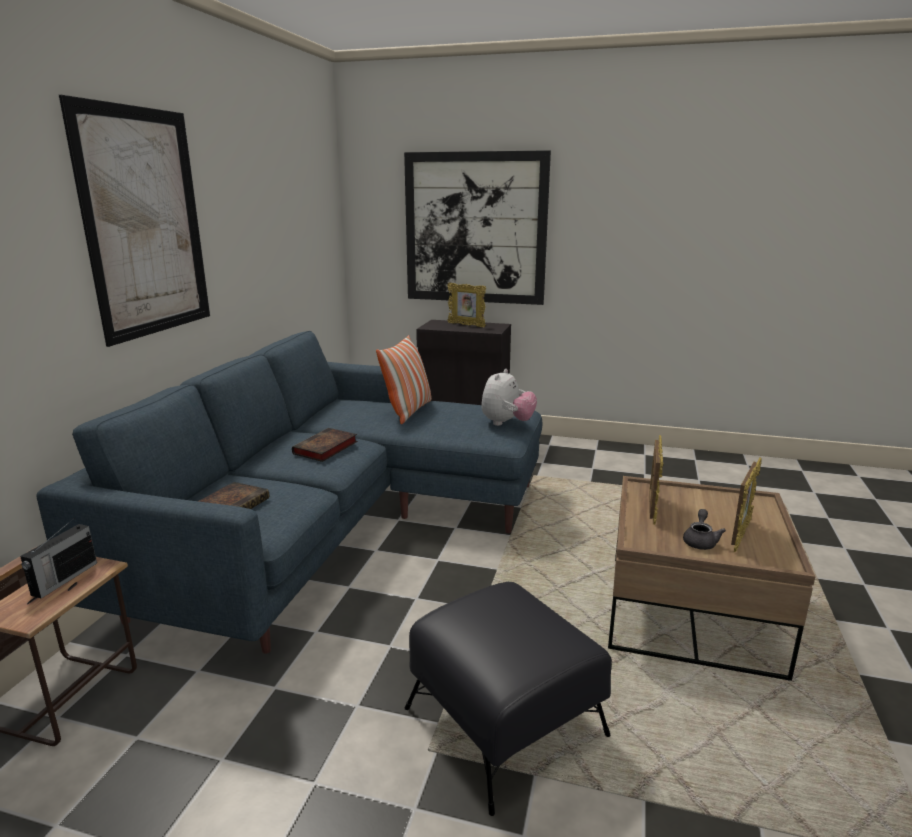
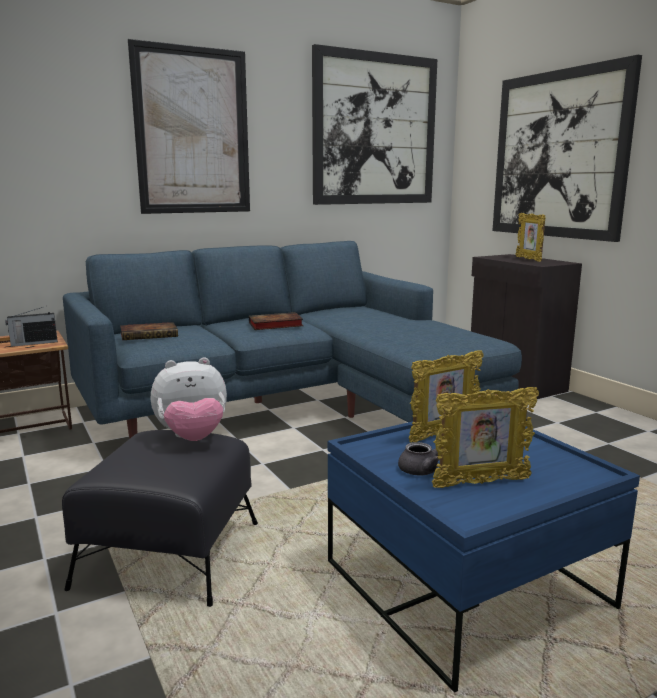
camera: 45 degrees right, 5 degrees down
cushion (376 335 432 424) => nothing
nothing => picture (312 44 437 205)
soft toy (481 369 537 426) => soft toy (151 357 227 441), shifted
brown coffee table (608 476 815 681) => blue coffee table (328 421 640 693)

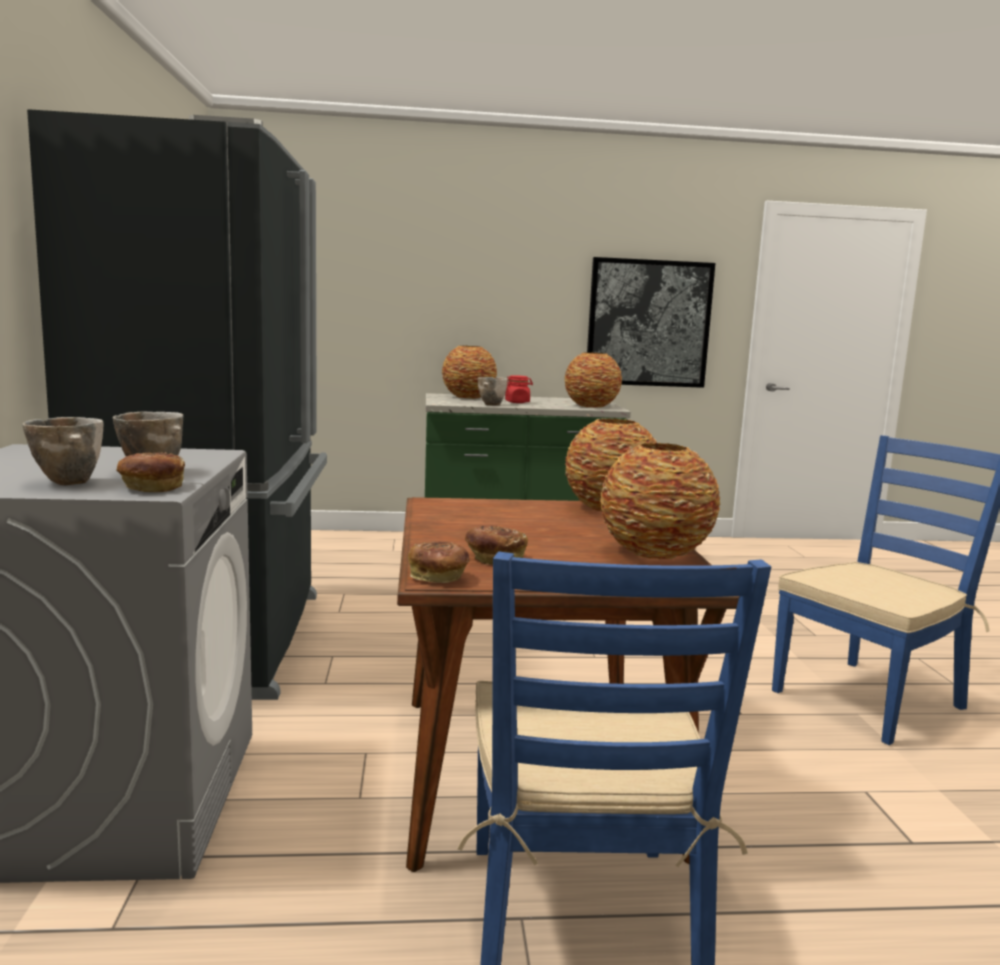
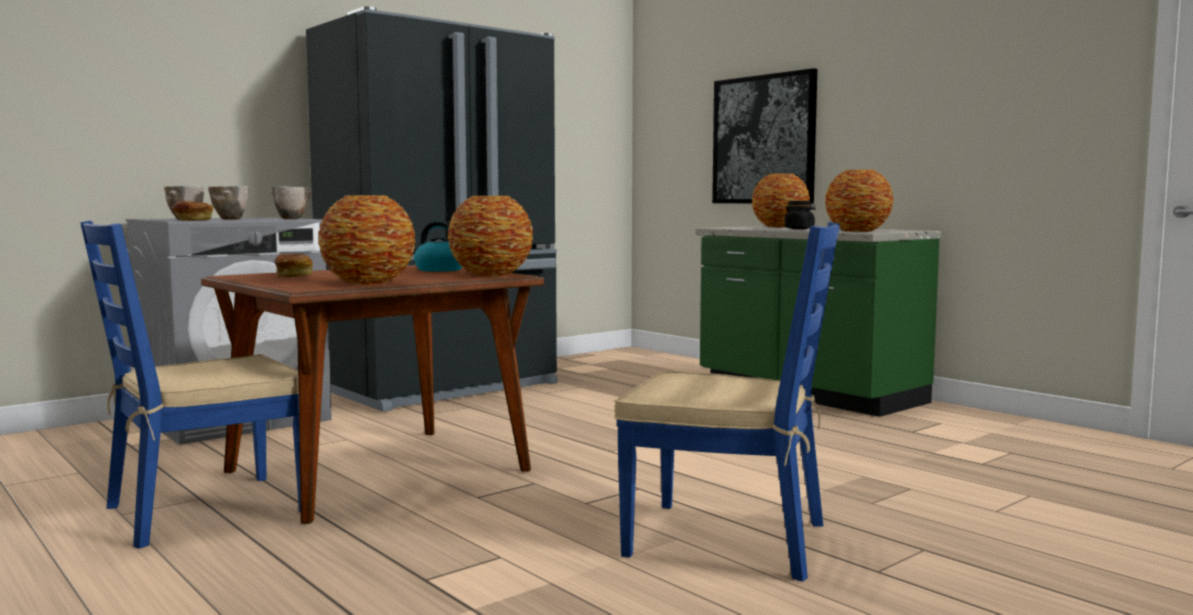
camera: 55 degrees right, 5 degrees down
baked bread (408 541 470 583) => nothing
nothing => water kettle (414 221 462 272)
bowl (477 377 508 406) => bowl (270 186 312 219), shifted
picture (587 257 715 388) => picture (712 68 817 204), shifted
reddish storage jar (505 375 533 403) => black-coloured storage jar (785 201 816 229)

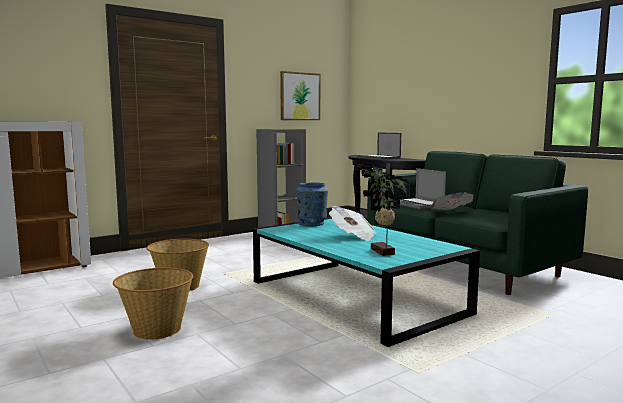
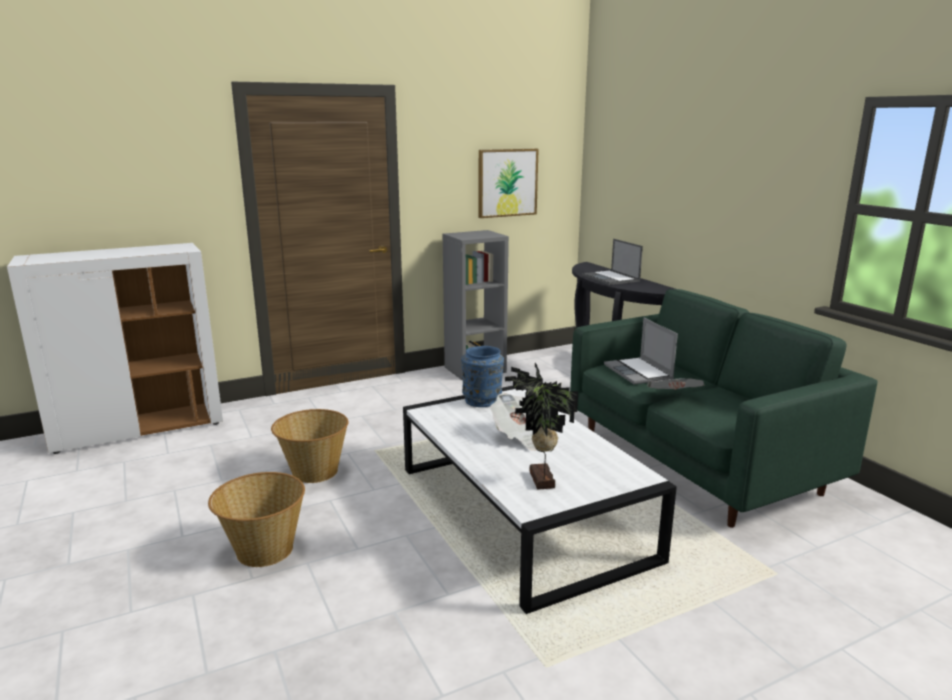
camera: 10 degrees right, 10 degrees up
turquoise-coloured coffee table (253 217 480 347) => white-coloured coffee table (403 386 677 614)

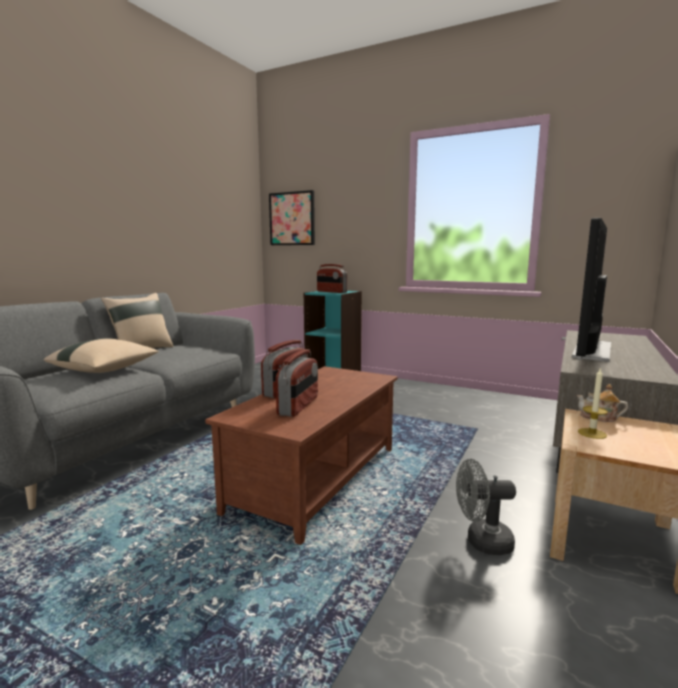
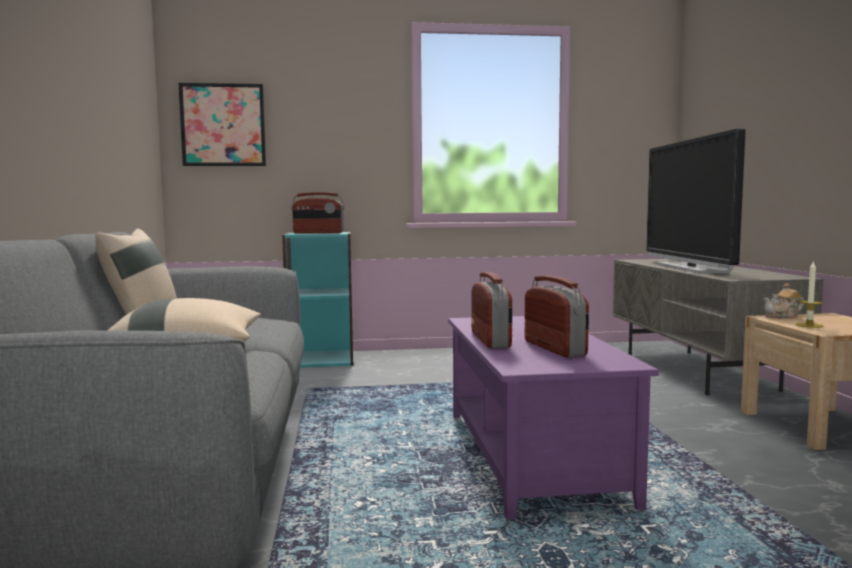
camera: 35 degrees left, 5 degrees down
gray fan (456 459 516 555) => nothing
brown coffee table (205 366 398 545) => purple coffee table (448 316 659 520)

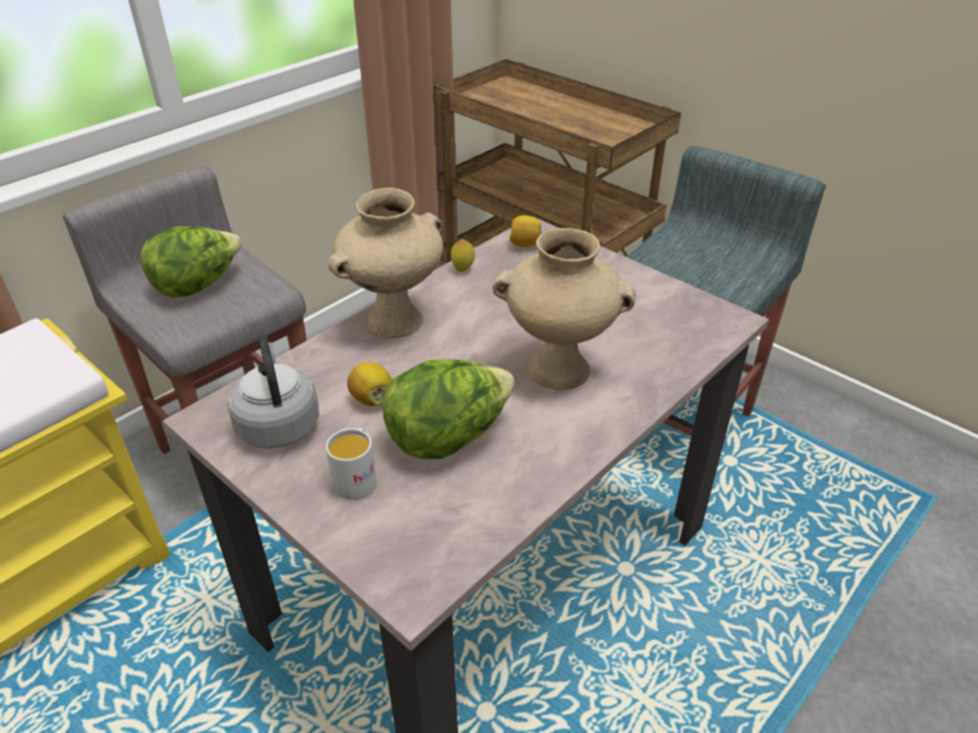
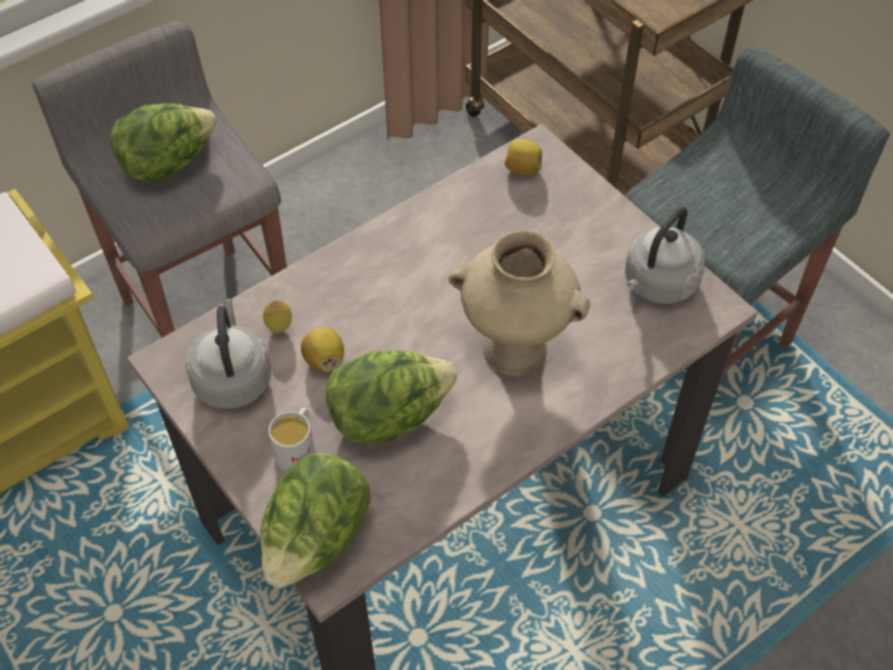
camera: 10 degrees right, 15 degrees up
beige-coloured vase (328 188 443 338) => nothing
nothing => lettuce head (260 453 371 588)
nothing => gray water kettle (625 206 705 304)
whole lemon (451 239 475 272) => whole lemon (263 300 292 333), shifted

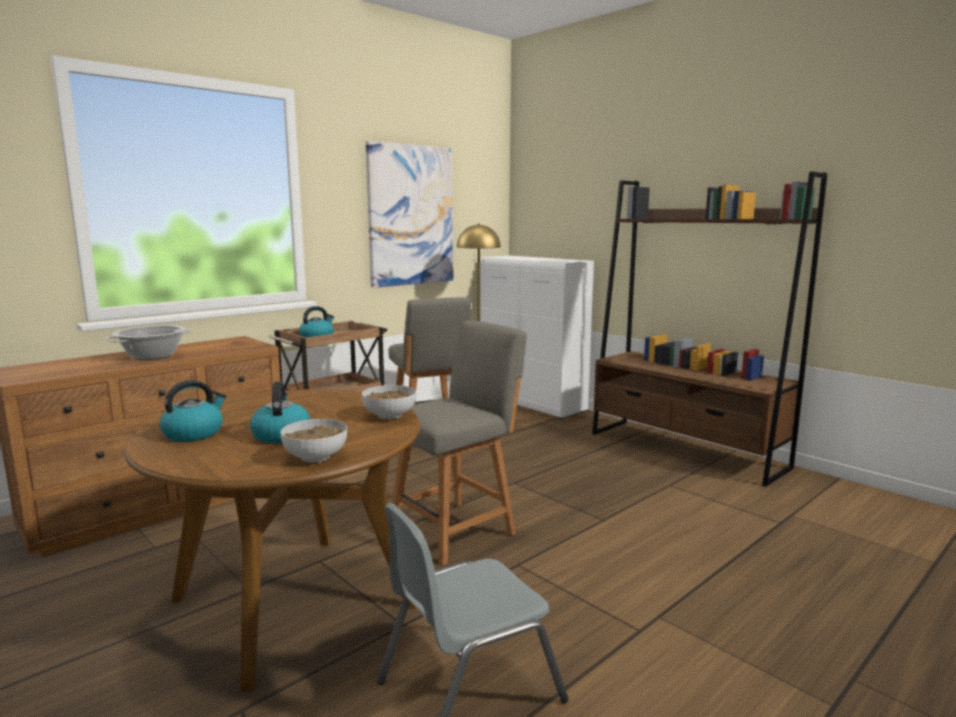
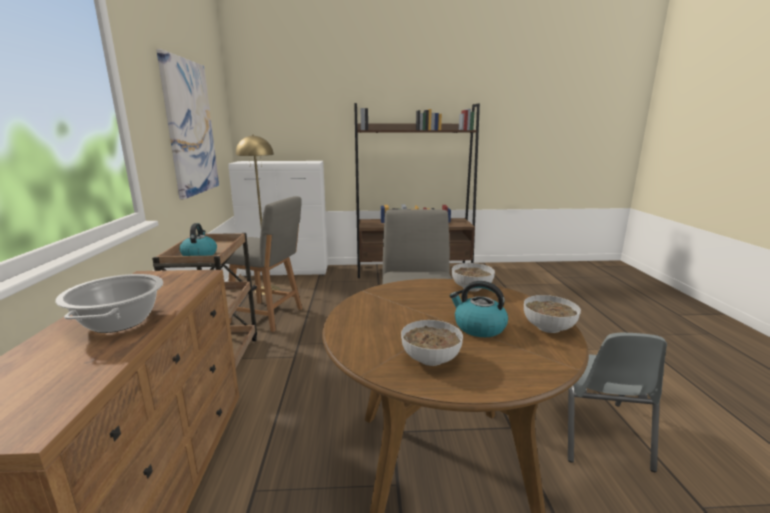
camera: 50 degrees left, 5 degrees up
water kettle (160 380 227 442) => bowl (401 320 463 366)

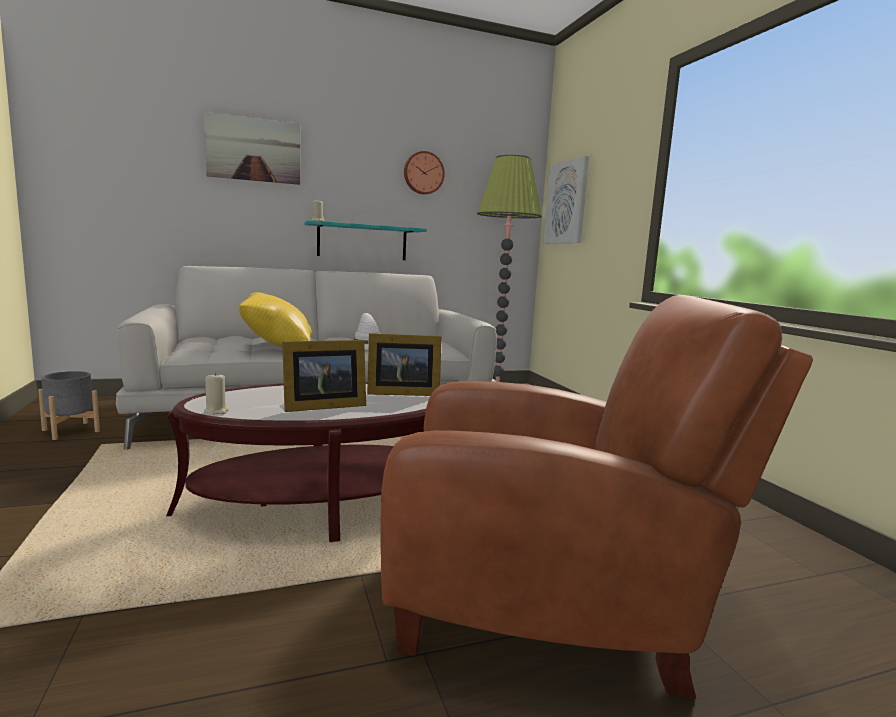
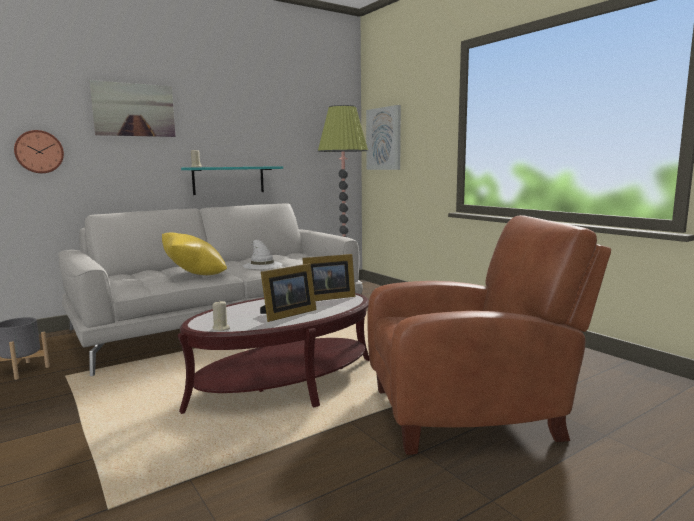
camera: 15 degrees left, 0 degrees up
wall clock (404 151 445 195) => wall clock (14 130 64 173), shifted

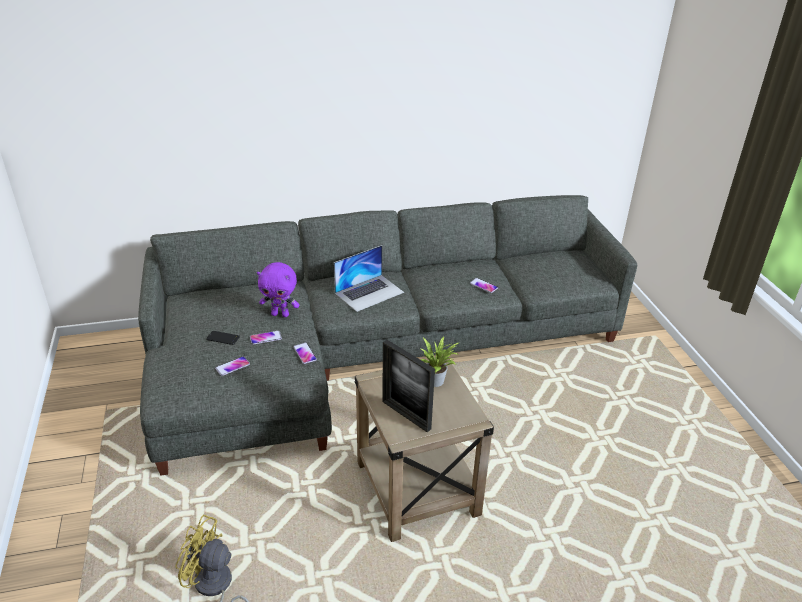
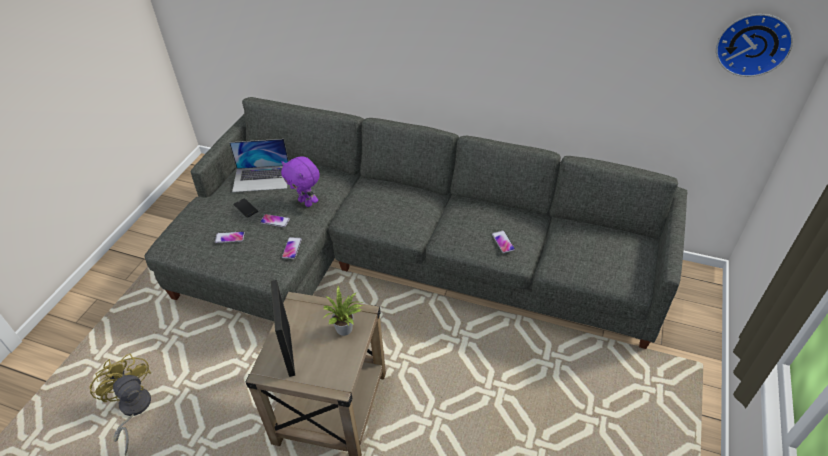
camera: 35 degrees right, 10 degrees up
nothing => wall clock (716 14 793 77)
notebook computer (334 245 404 312) => notebook computer (229 139 289 192), shifted

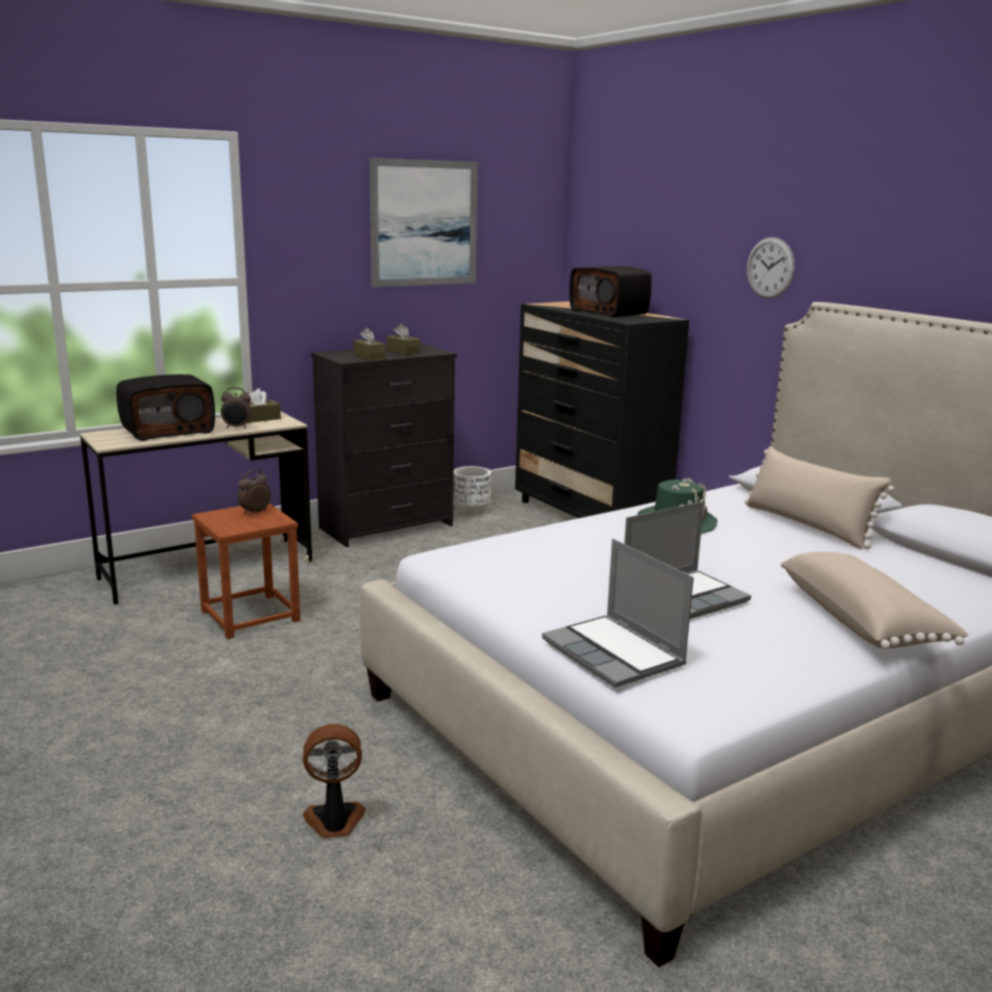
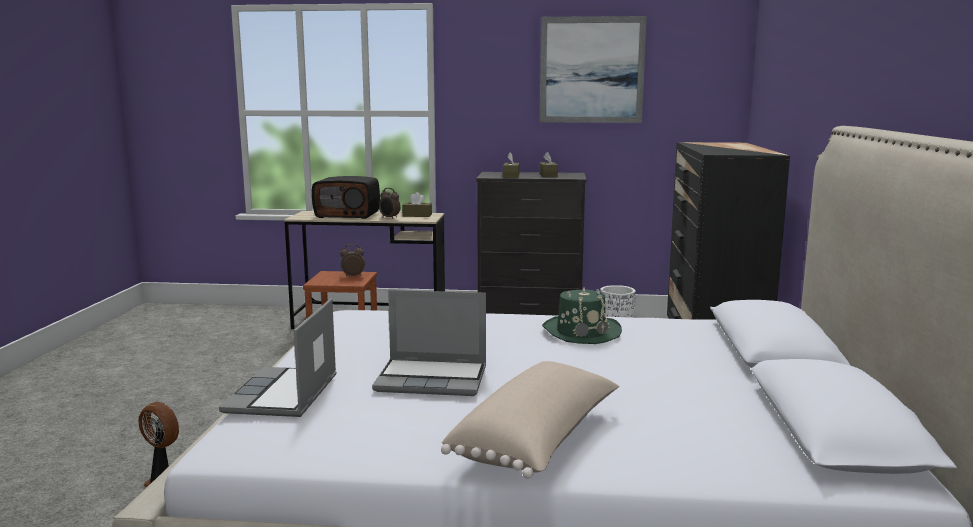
camera: 40 degrees right, 5 degrees down
radio receiver (569 266 652 317) => nothing
beige-coloured cushion (745 446 894 549) => nothing
wall clock (747 237 795 299) => nothing

